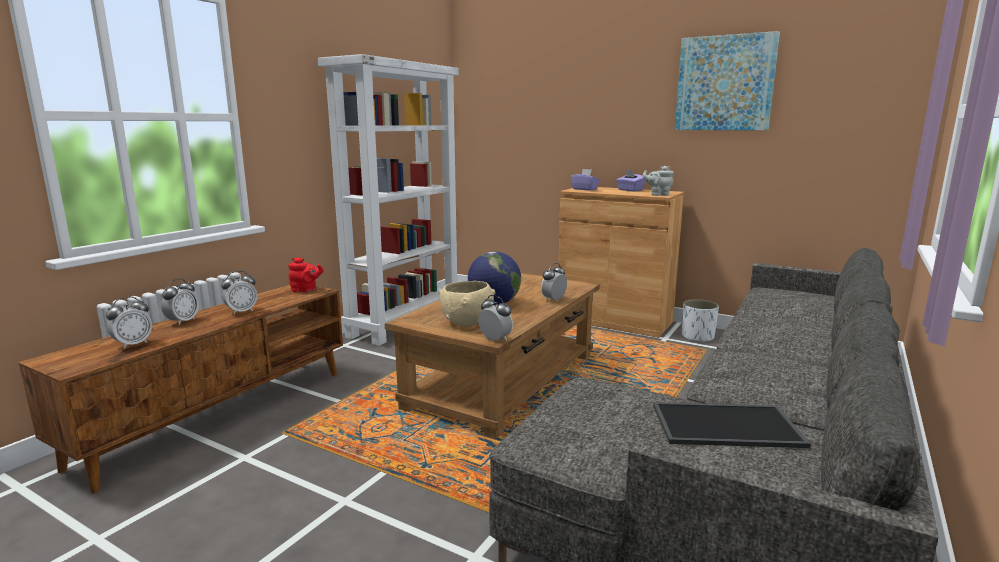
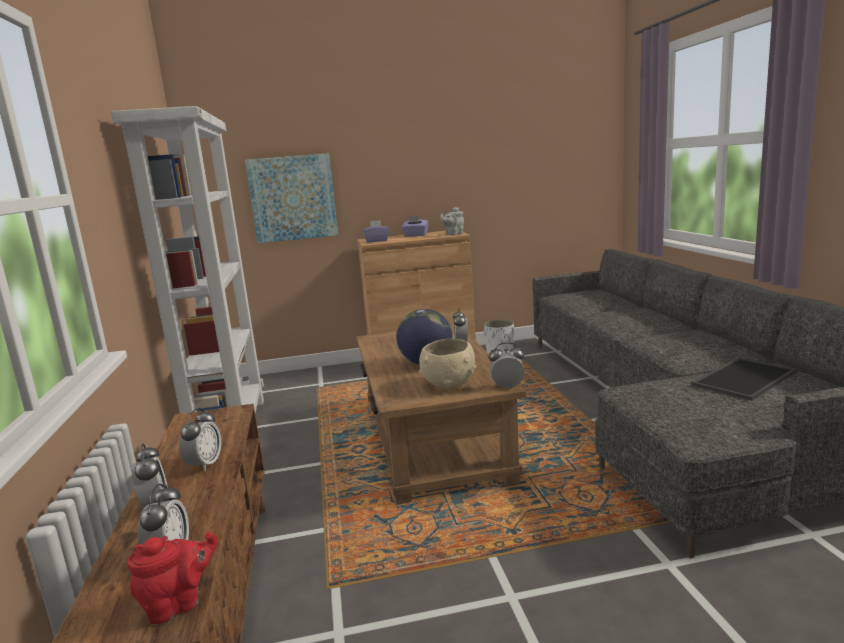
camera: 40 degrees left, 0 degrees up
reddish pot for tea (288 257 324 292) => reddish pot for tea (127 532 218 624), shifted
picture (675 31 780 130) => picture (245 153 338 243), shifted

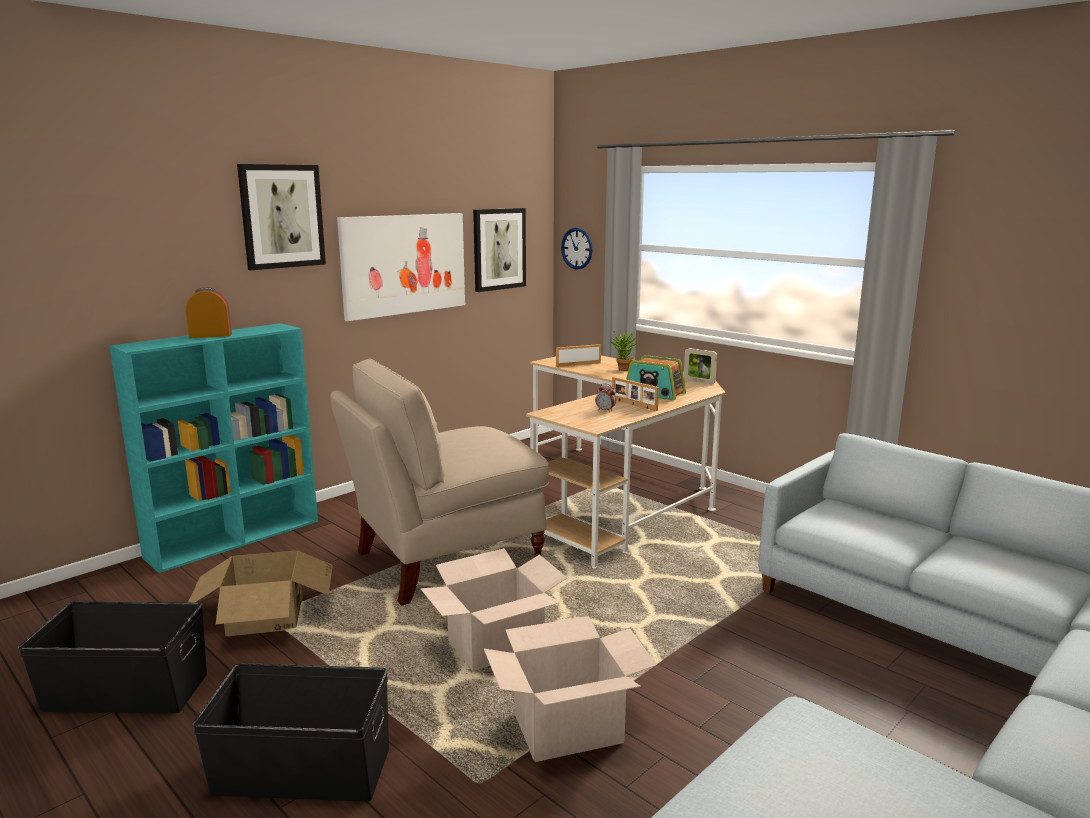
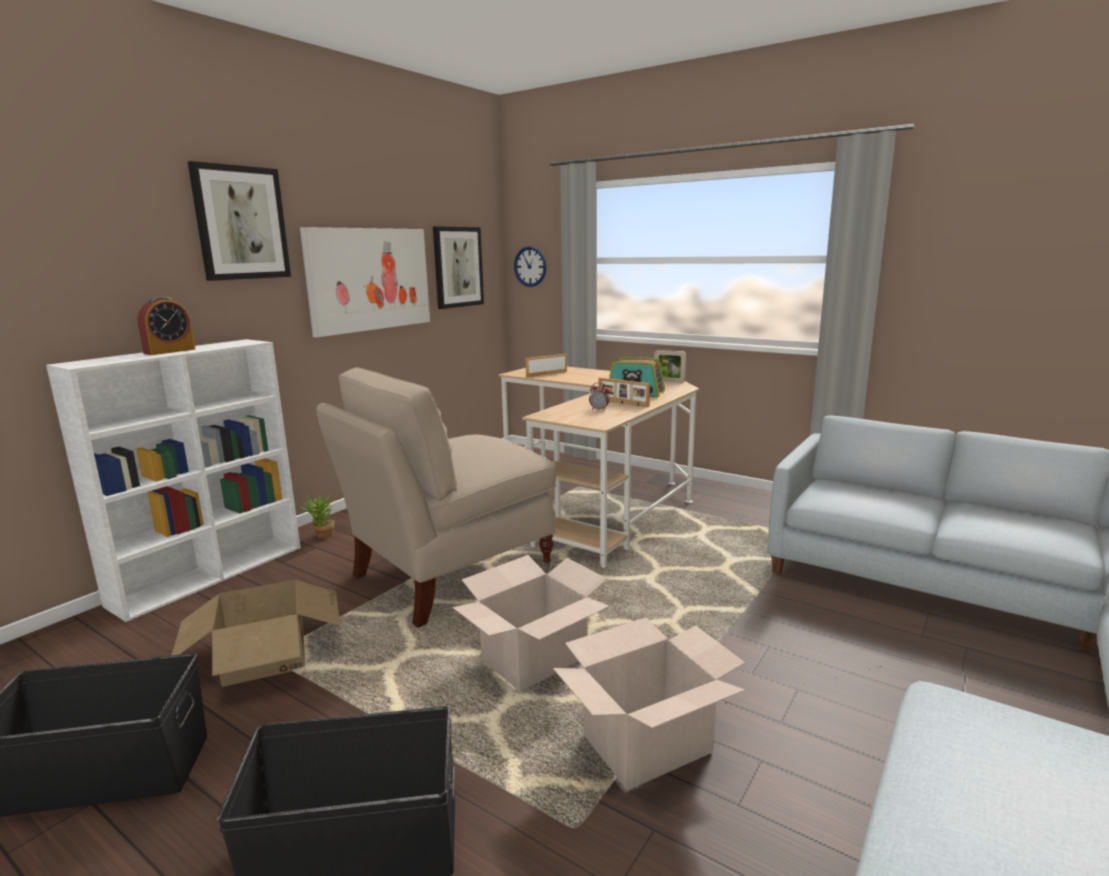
camera: 10 degrees left, 0 degrees up
plant in a pot (609 331 640 371) => plant in a pot (300 493 335 539), shifted
turquoise-coloured shelving unit (109 323 318 573) => white-coloured shelving unit (46 339 301 622)
table clock (186 287 232 338) => table clock (137 297 195 355), 150 degrees clockwise

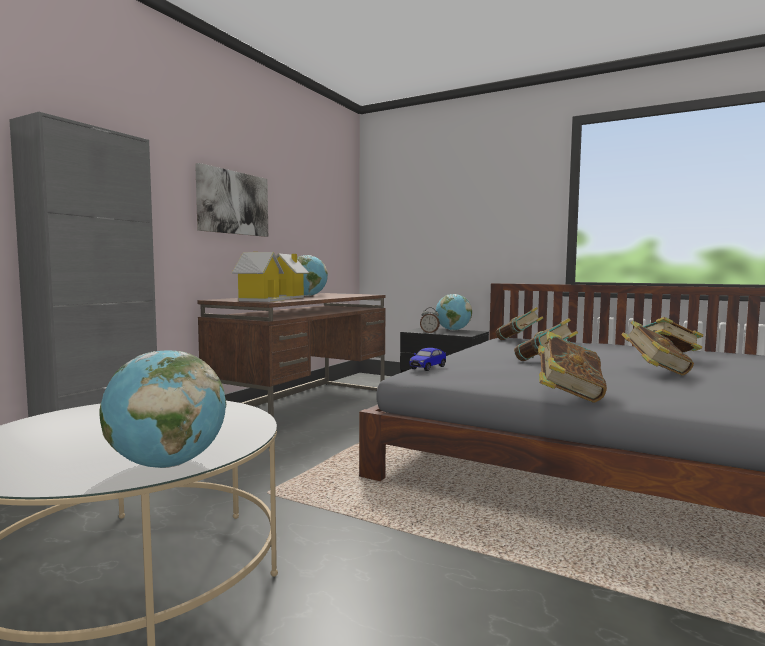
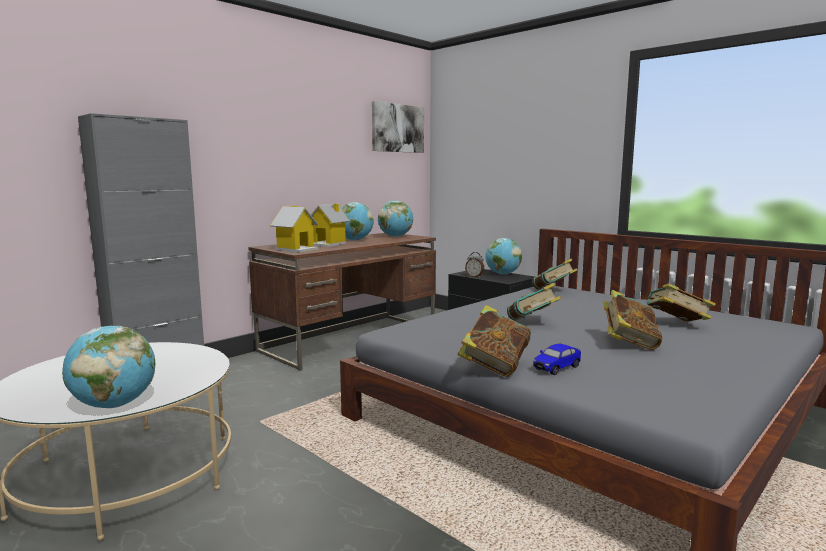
camera: 15 degrees right, 5 degrees up
nothing => world globe (378 201 413 237)
picture (195 163 268 237) => picture (372 101 424 153), shifted
toy car (409 348 446 371) => toy car (533 344 581 375), shifted

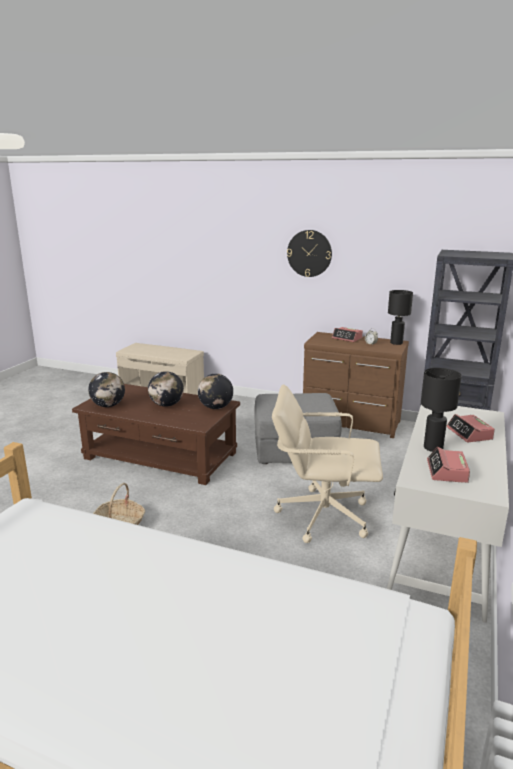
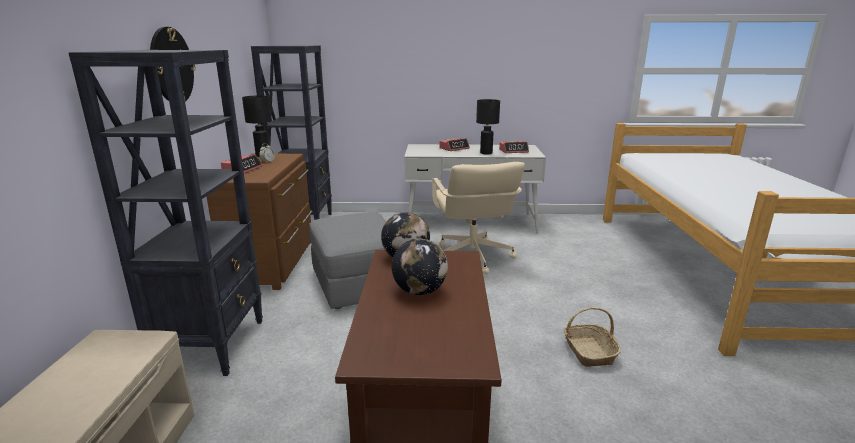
camera: 110 degrees left, 0 degrees up
world globe (88 372 125 407) => nothing
nothing => black-coloured shelving unit (68 50 263 376)

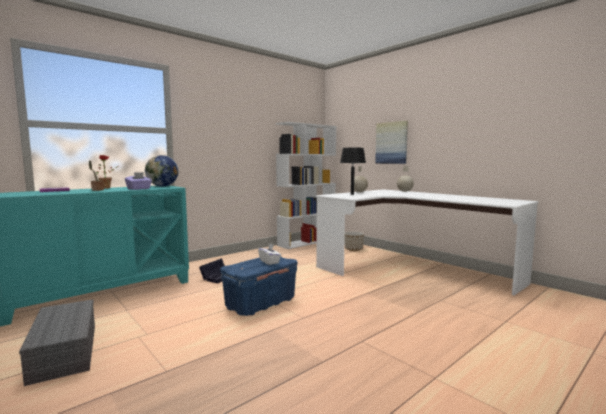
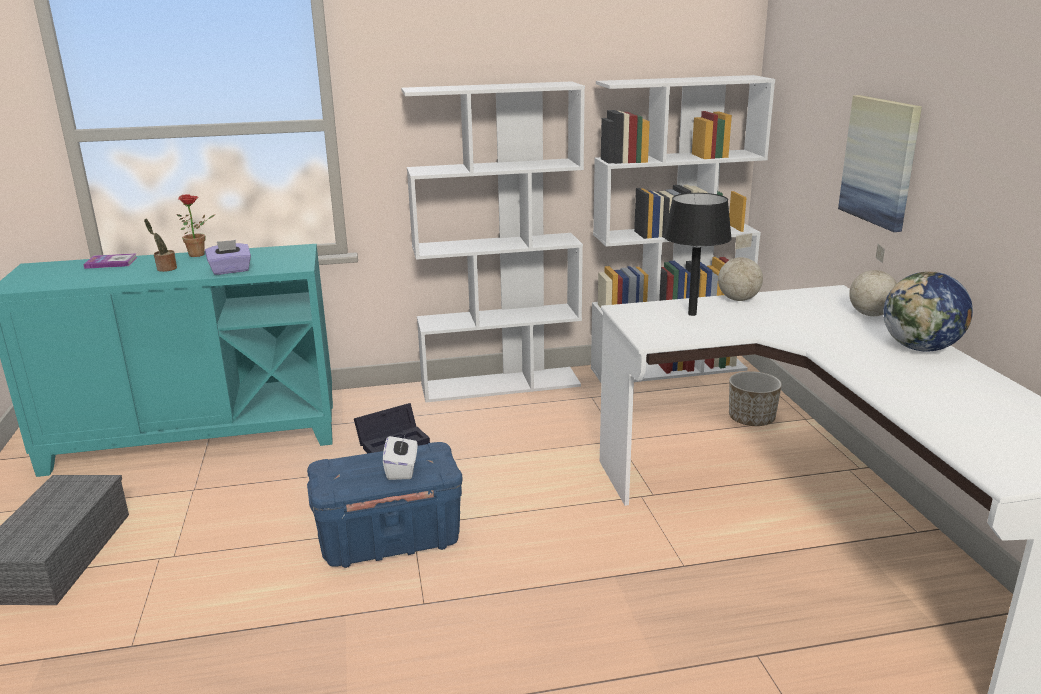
camera: 30 degrees right, 15 degrees up
nothing => white-coloured shelving unit (401 81 585 403)
world globe (145 155 179 186) => world globe (883 271 973 352), shifted

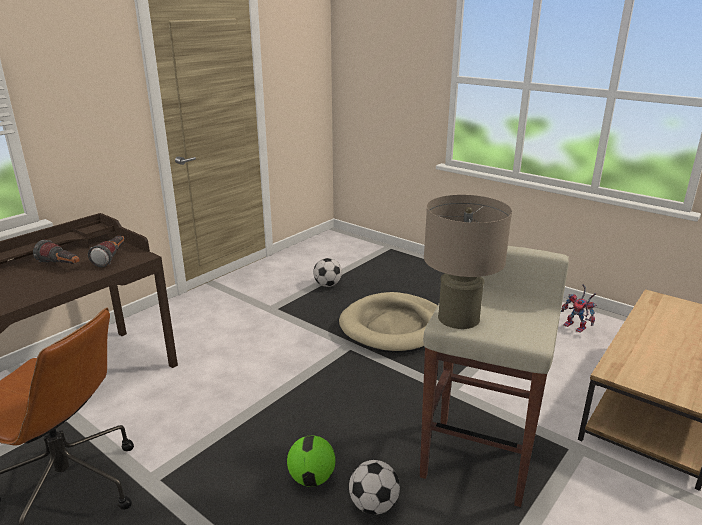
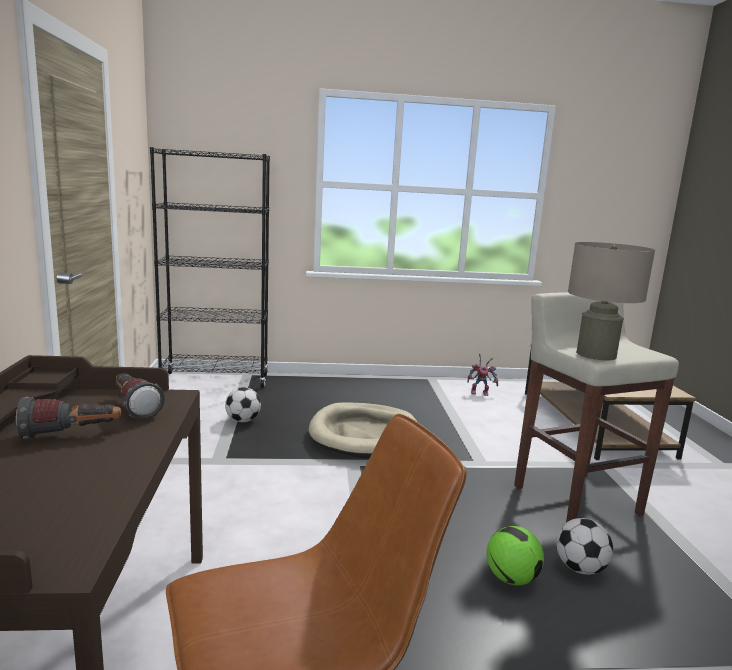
camera: 45 degrees left, 10 degrees down
nothing => black-coloured shelving unit (150 147 270 388)

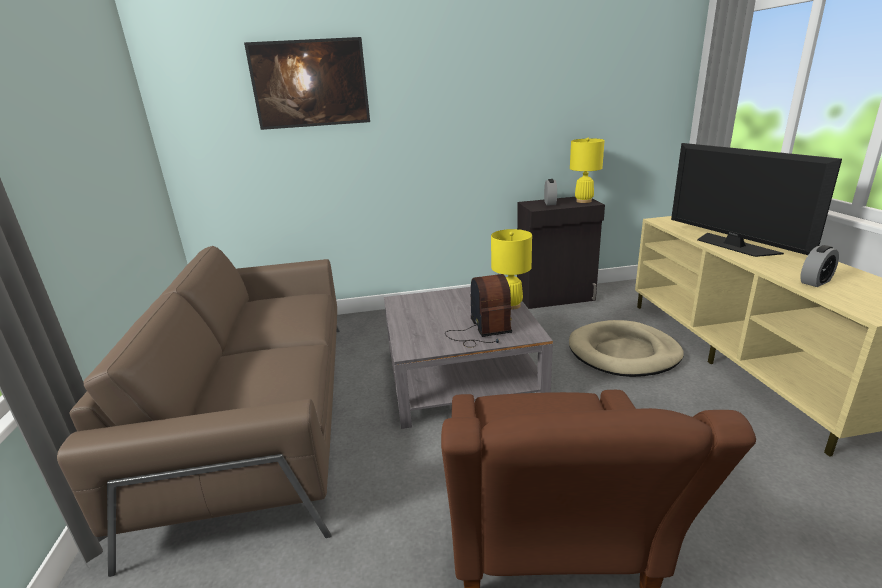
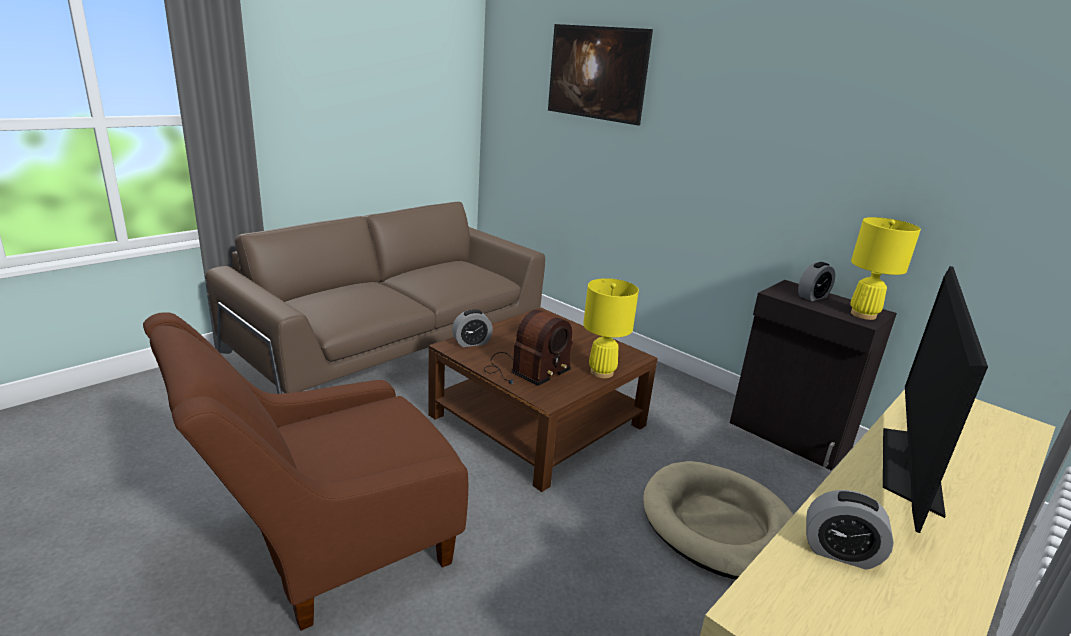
camera: 50 degrees right, 0 degrees up
nothing => table clock (452 309 493 347)
gray coffee table (384 287 553 429) => brown coffee table (428 307 658 492)

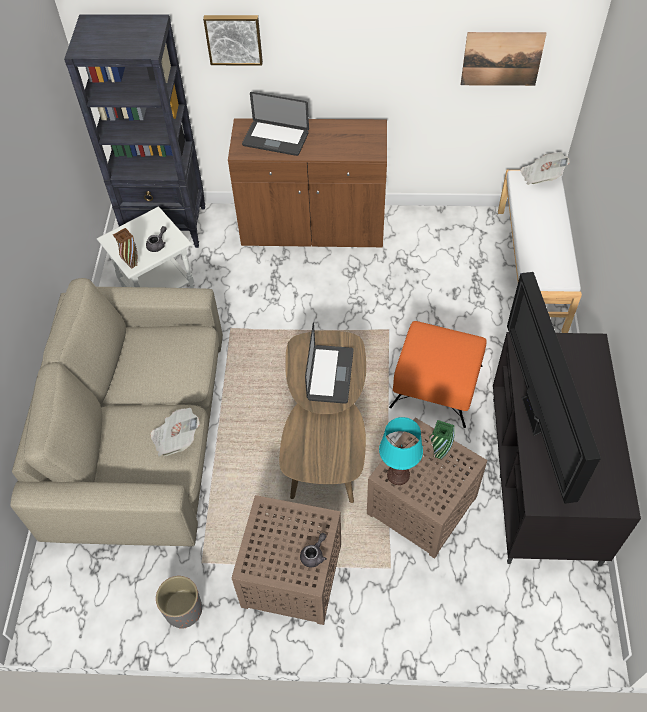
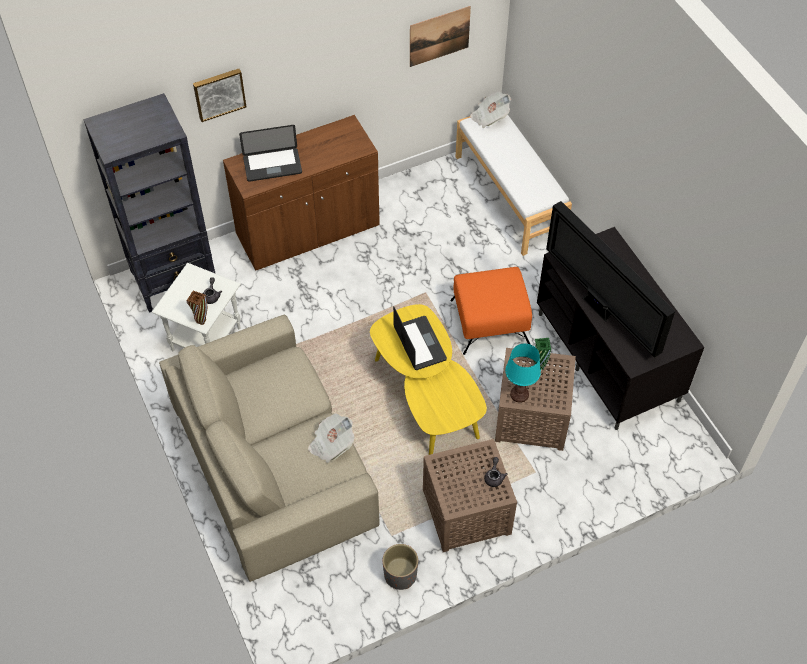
camera: 30 degrees left, 0 degrees up
brown coffee table (279 331 366 503) => yellow coffee table (370 304 487 455)

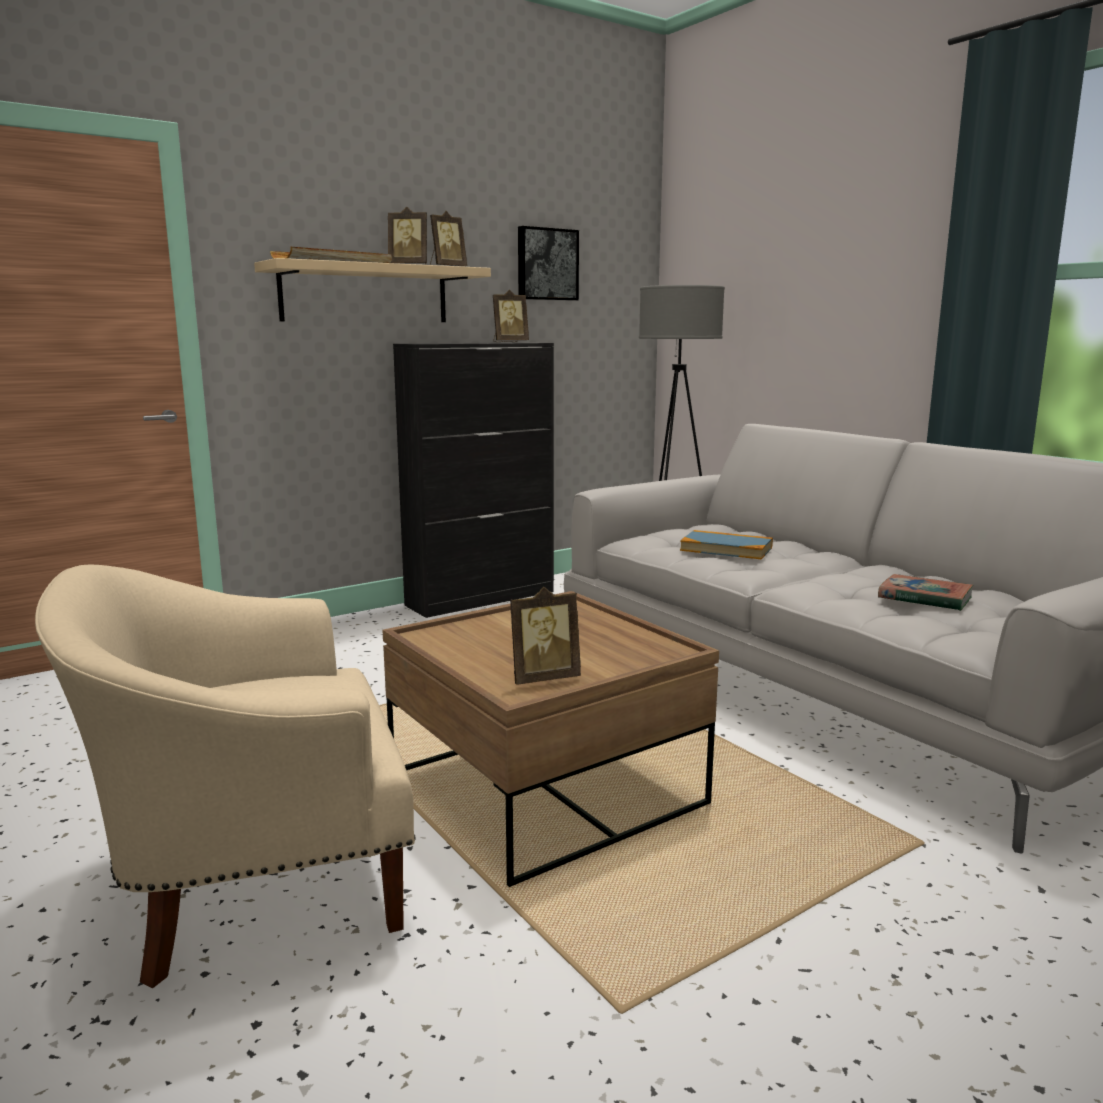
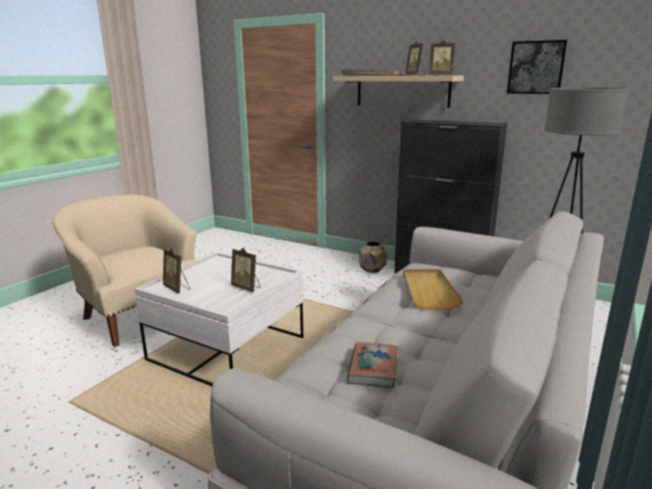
camera: 65 degrees right, 5 degrees up
nothing => brown plant pot (359 242 387 273)
photo frame (493 290 529 342) => photo frame (231 248 260 292), shifted
bound book (680 530 773 559) => beige-coloured tray (403 269 463 310)
brown coffee table (382 591 719 887) => white-coloured coffee table (134 252 303 386)

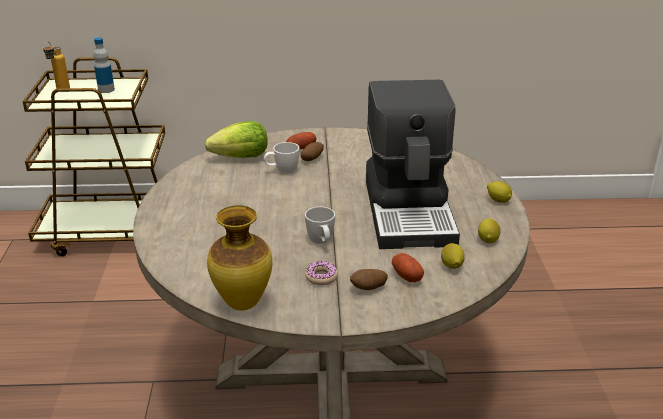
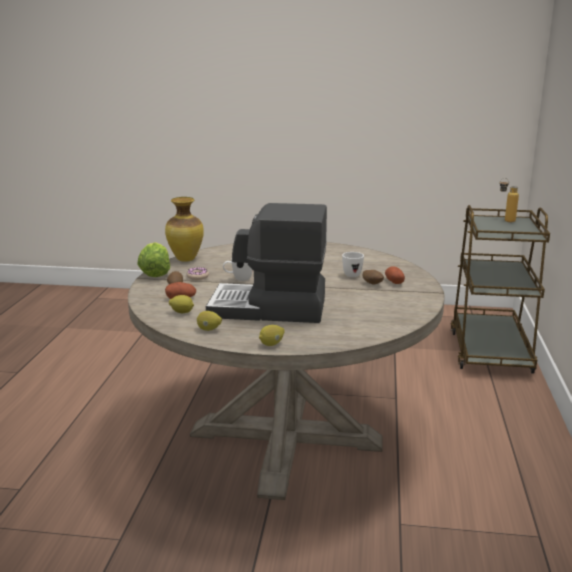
camera: 100 degrees right, 10 degrees down
bottle (93 37 115 93) => nothing
lettuce head (205 121 268 158) => lettuce head (137 242 170 277), shifted

